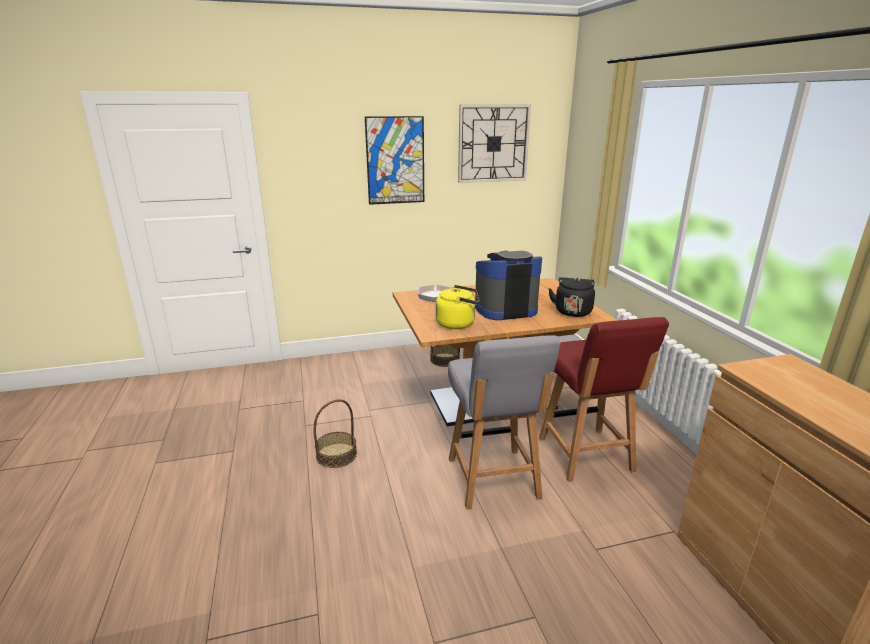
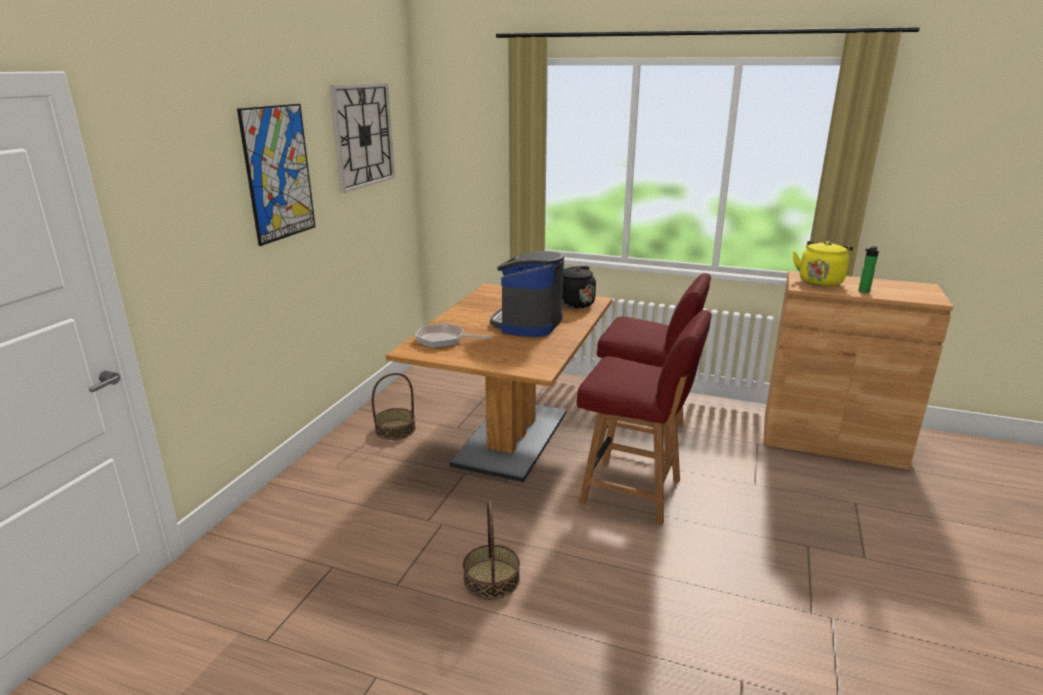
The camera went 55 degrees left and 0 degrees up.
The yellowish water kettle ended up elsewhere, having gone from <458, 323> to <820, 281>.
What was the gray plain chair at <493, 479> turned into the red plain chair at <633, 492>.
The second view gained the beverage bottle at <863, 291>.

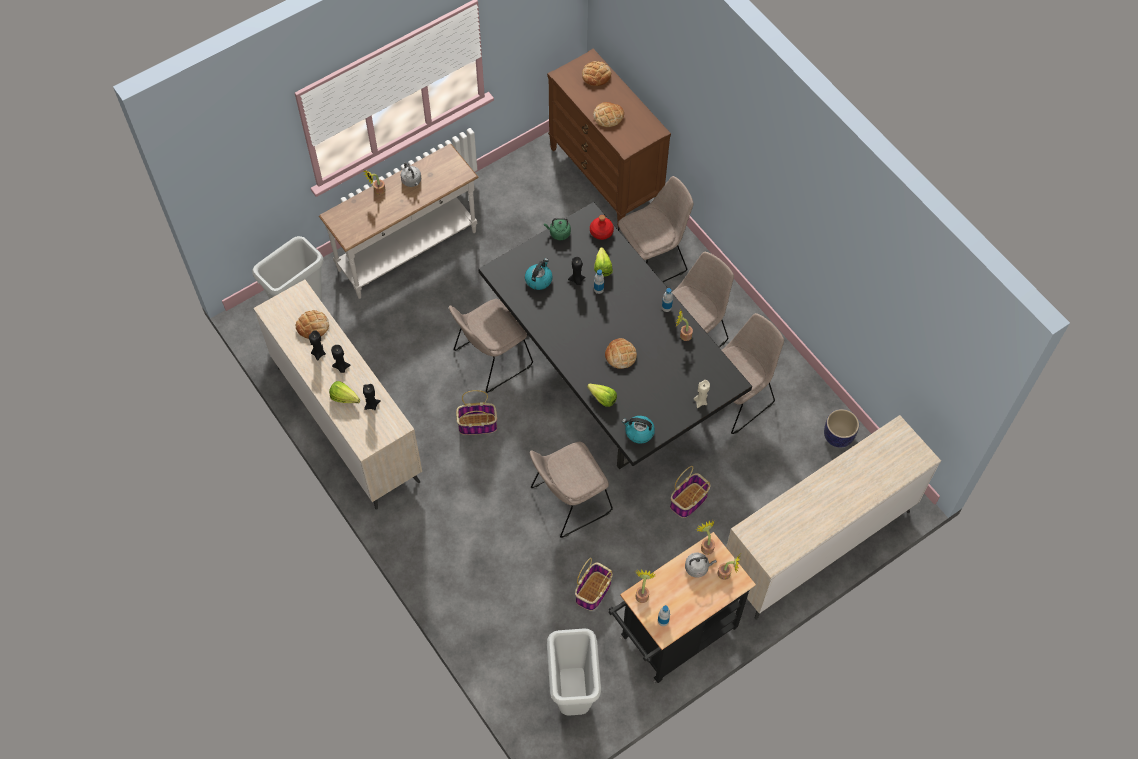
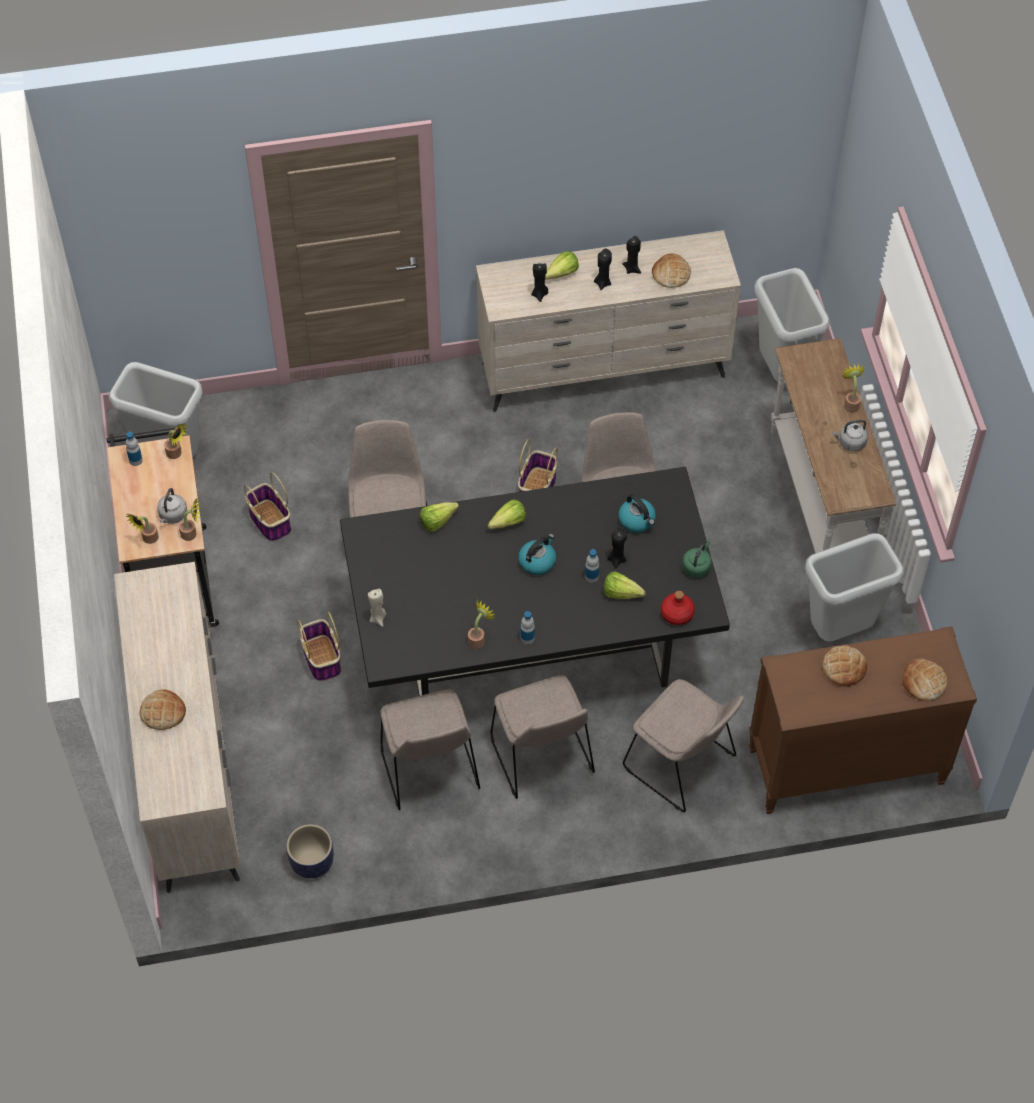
The camera went 115 degrees right and 5 degrees down.
The beige-coloured plain chair at <651, 260> ended up facing another way, 45 degrees counterclockwise from before.
The baked bread ended up elsewhere, having gone from <620, 355> to <163, 712>.
The water kettle ended up elsewhere, having gone from <638, 432> to <537, 561>.
The second view gained the lettuce head at <505, 524>.
The second view gained the gray trash can at <840, 631>.

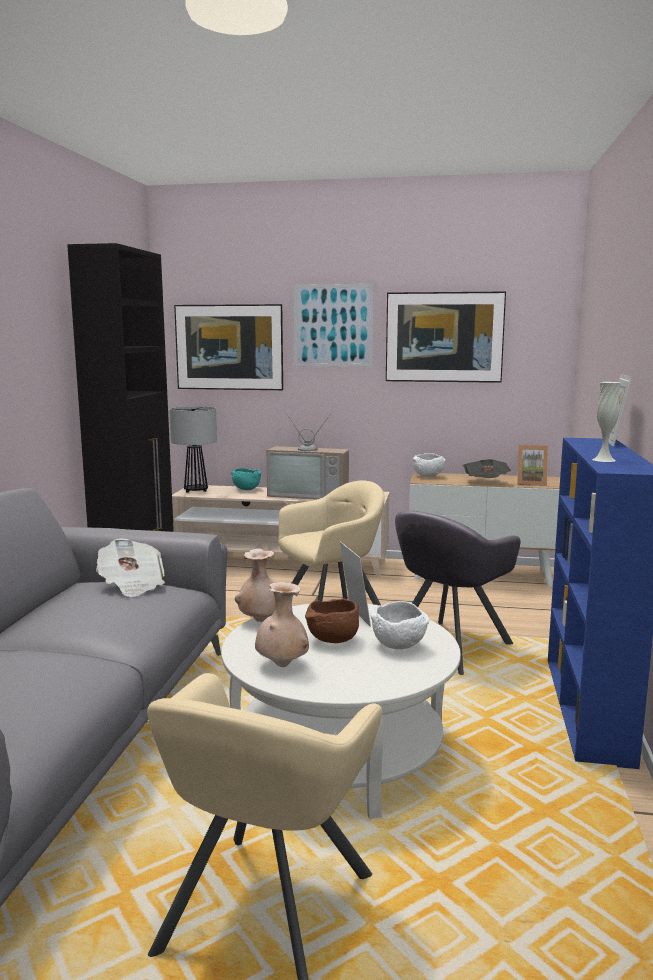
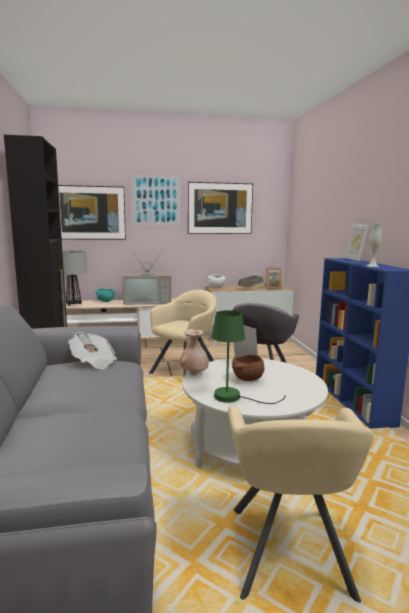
The camera went 20 degrees left and 0 degrees up.
Where the beige-coloured decorative vase stood at <282, 665>, the greenish tabletop lamp came to stand at <235, 397>.
The second view lost the white serving bowl at <399, 646>.

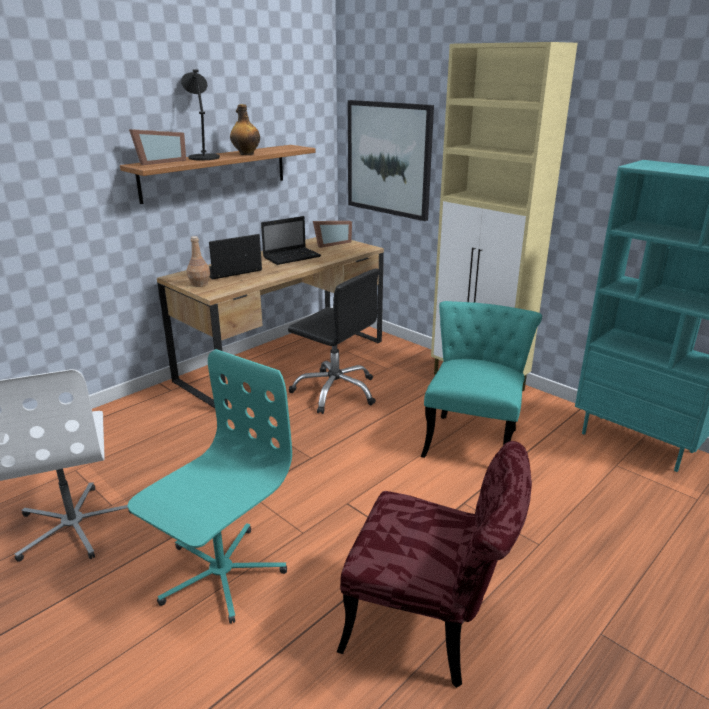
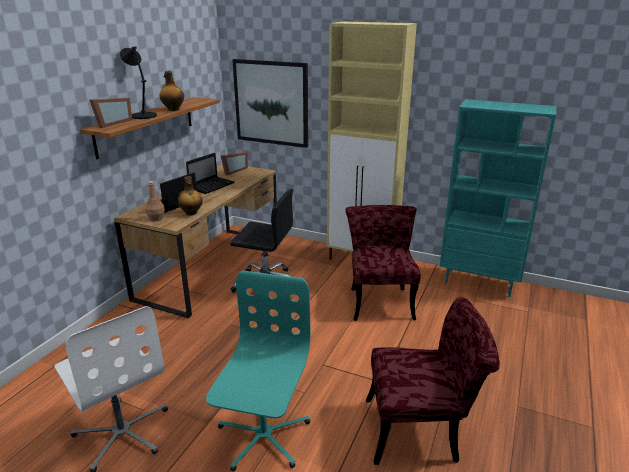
The camera went 20 degrees left and 0 degrees up.
What was the turquoise plain chair at <473, 437> turned into the red plain chair at <380, 299>.
The second view gained the beverage bottle at <191, 213>.

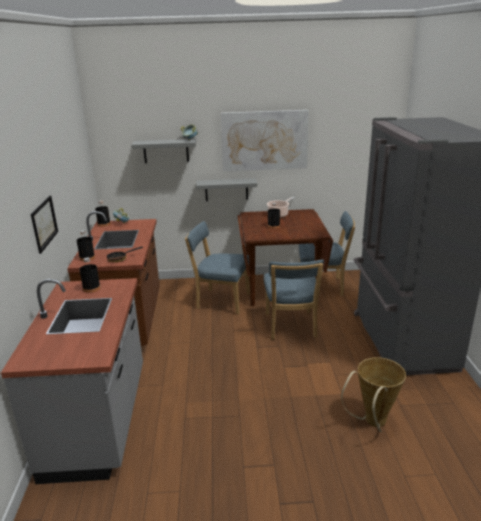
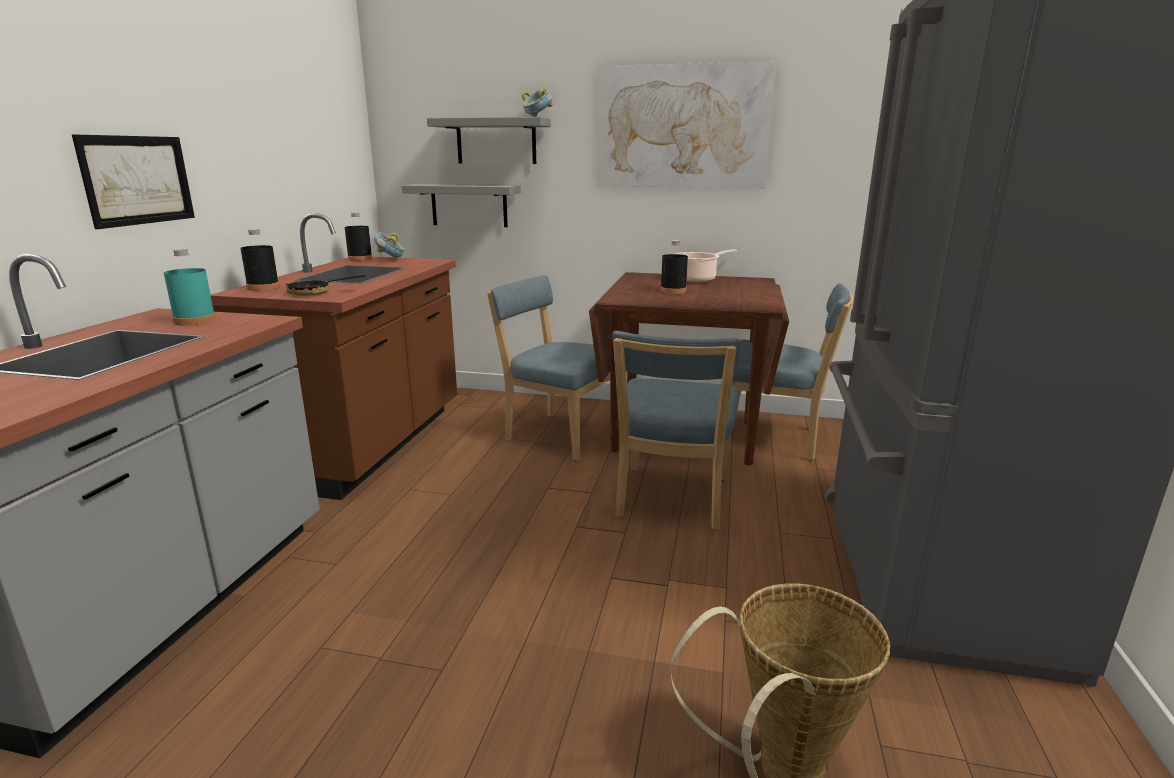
The camera went 15 degrees right and 5 degrees down.
The gray bracket shelf ended up elsewhere, having gone from <226, 189> to <469, 205>.
What was the black-coloured beverage bottle at <91, 288> turned into the turquoise beverage bottle at <195, 320>.

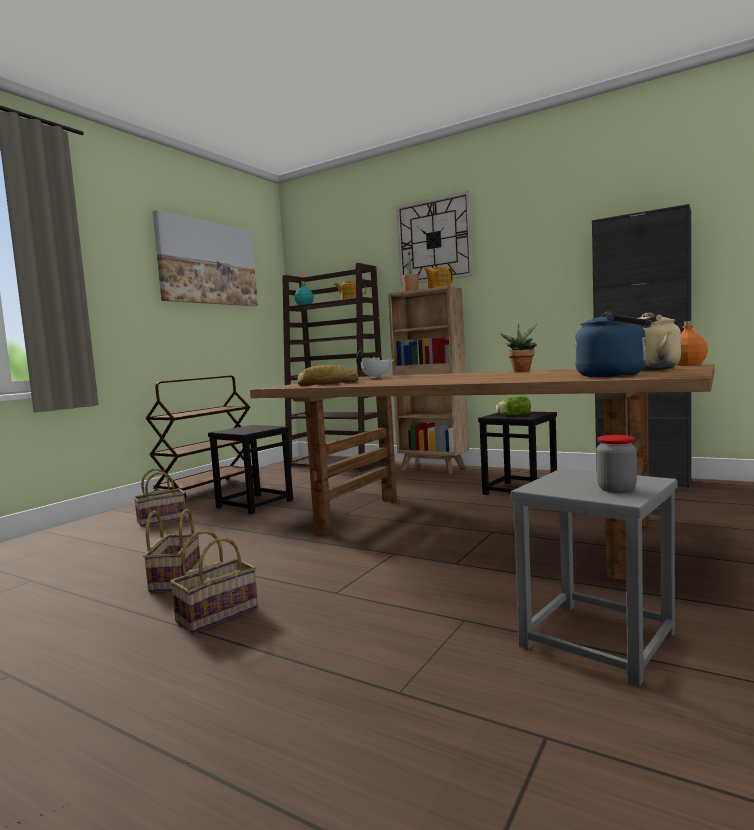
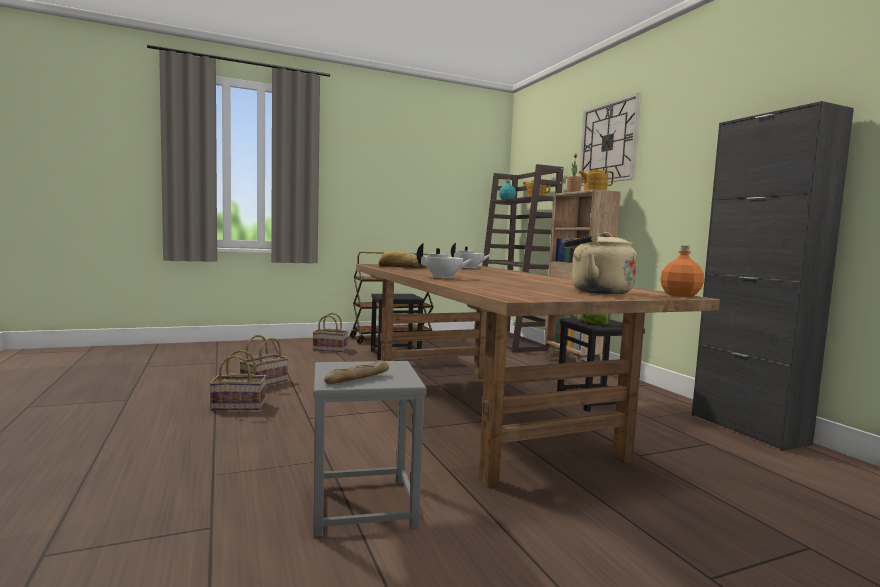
The camera went 35 degrees right and 0 degrees up.
The second view lost the wall picture at <207, 263>.
The second view lost the blue water kettle at <615, 376>.
The second view lost the houseplant at <521, 371>.
Where the storage jar stood at <616, 489>, the baked bread came to stand at <357, 379>.
The second view gained the white pot for tea at <443, 278>.

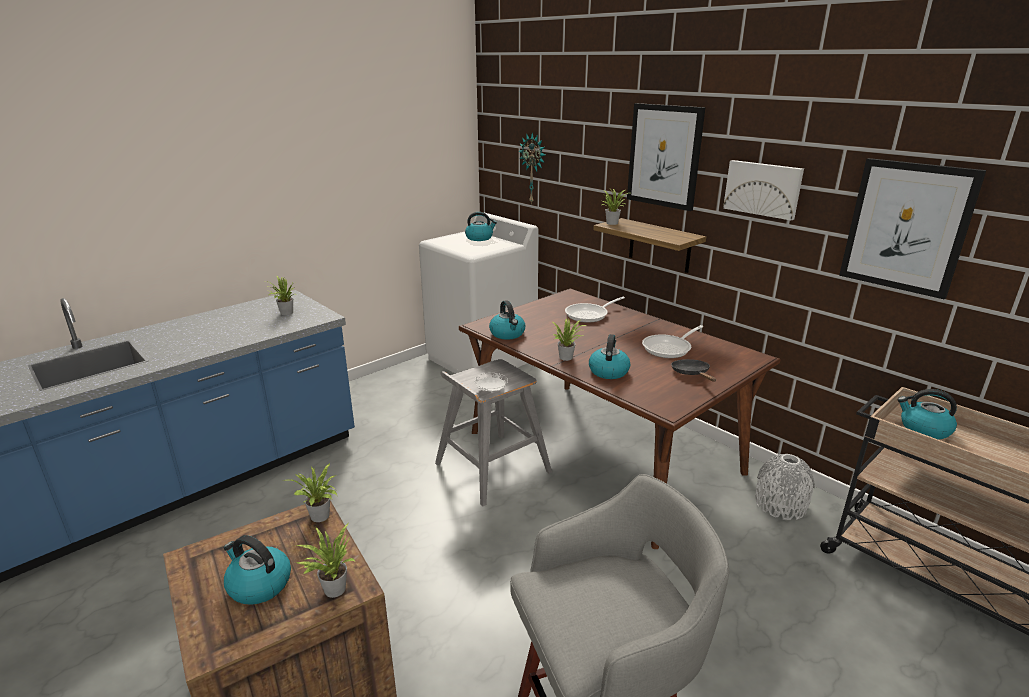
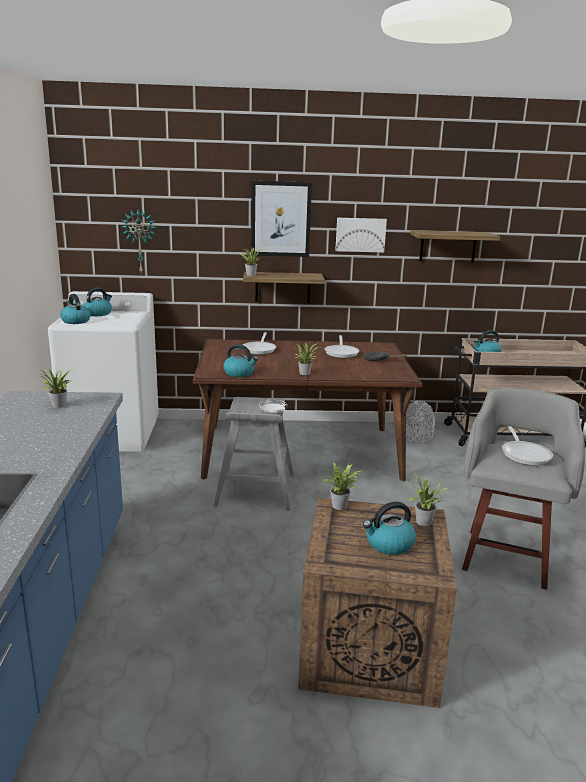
The camera went 50 degrees left and 5 degrees down.
Where the wall picture hung at <907, 227>, the bracket shelf came to hang at <448, 246>.
The water kettle ended up elsewhere, having gone from <608, 371> to <75, 321>.
The second view gained the frying pan at <524, 454>.

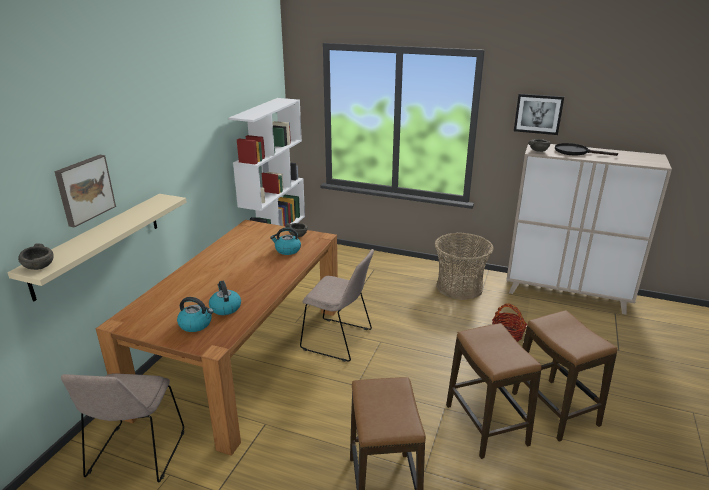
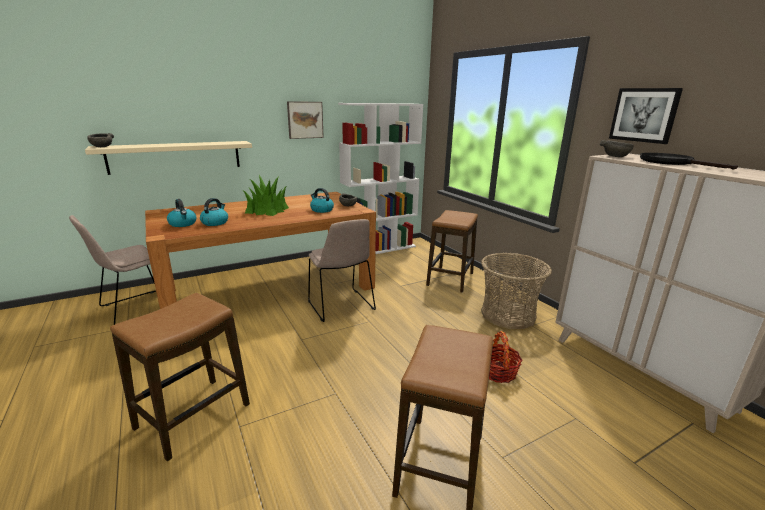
The camera went 40 degrees right and 5 degrees down.
The wall picture ended up elsewhere, having gone from <84, 189> to <305, 120>.
The stool seat ended up elsewhere, having gone from <486, 425> to <450, 279>.
The second view gained the houseplant at <267, 210>.

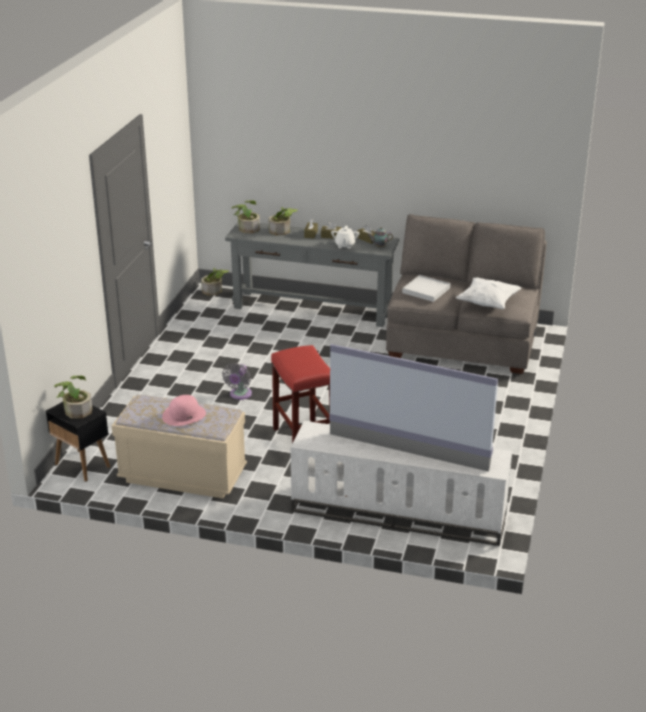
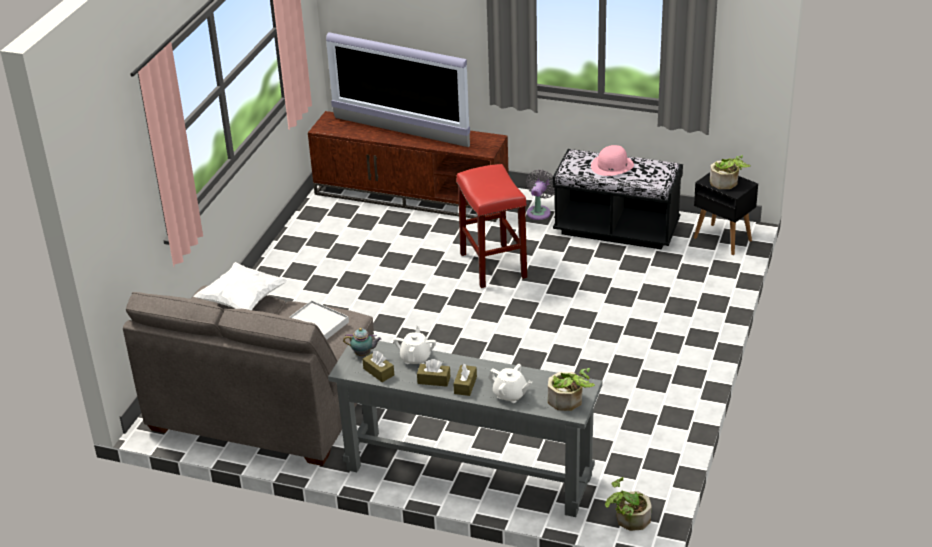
The camera went 175 degrees left and 5 degrees up.
Where the houseplant stood at <282, 230>, the white pot for tea came to stand at <510, 395>.
The gray fan ended up elsewhere, having gone from <239, 395> to <539, 211>.
What was the beige-coloured indoor bench at <182, 476> turned into the black-coloured indoor bench at <616, 229>.
What was the white media console at <396, 514> turned into the brown media console at <412, 196>.

